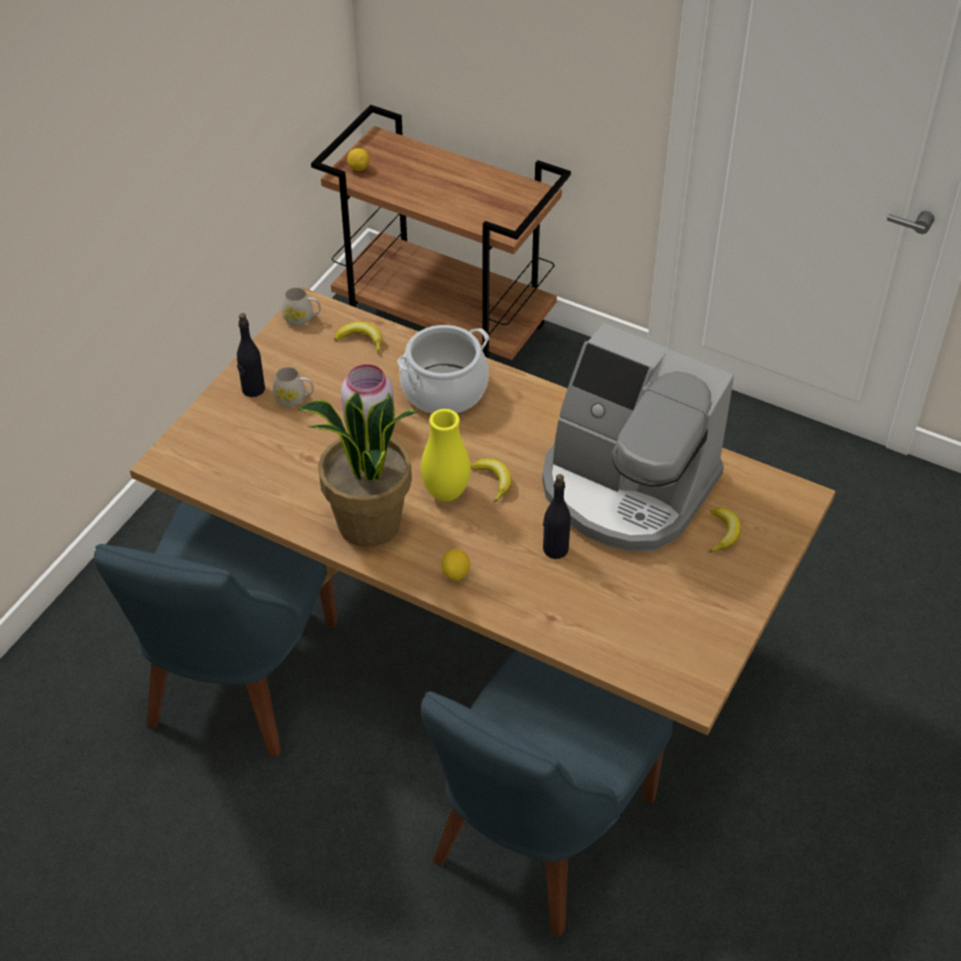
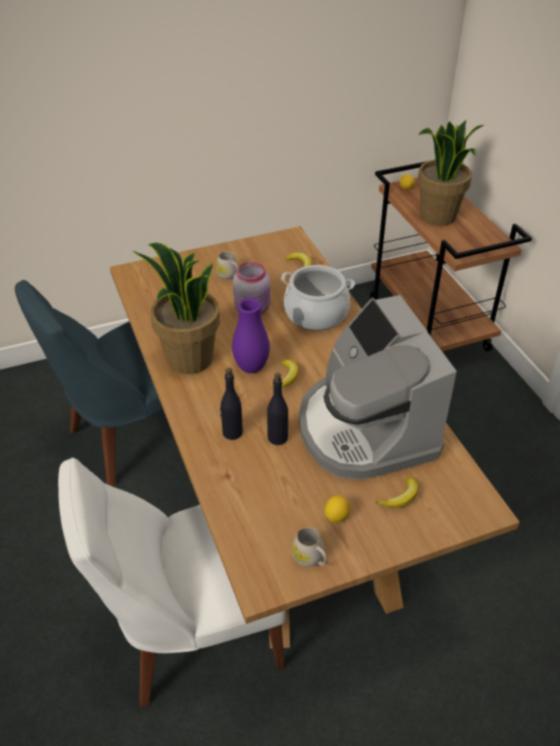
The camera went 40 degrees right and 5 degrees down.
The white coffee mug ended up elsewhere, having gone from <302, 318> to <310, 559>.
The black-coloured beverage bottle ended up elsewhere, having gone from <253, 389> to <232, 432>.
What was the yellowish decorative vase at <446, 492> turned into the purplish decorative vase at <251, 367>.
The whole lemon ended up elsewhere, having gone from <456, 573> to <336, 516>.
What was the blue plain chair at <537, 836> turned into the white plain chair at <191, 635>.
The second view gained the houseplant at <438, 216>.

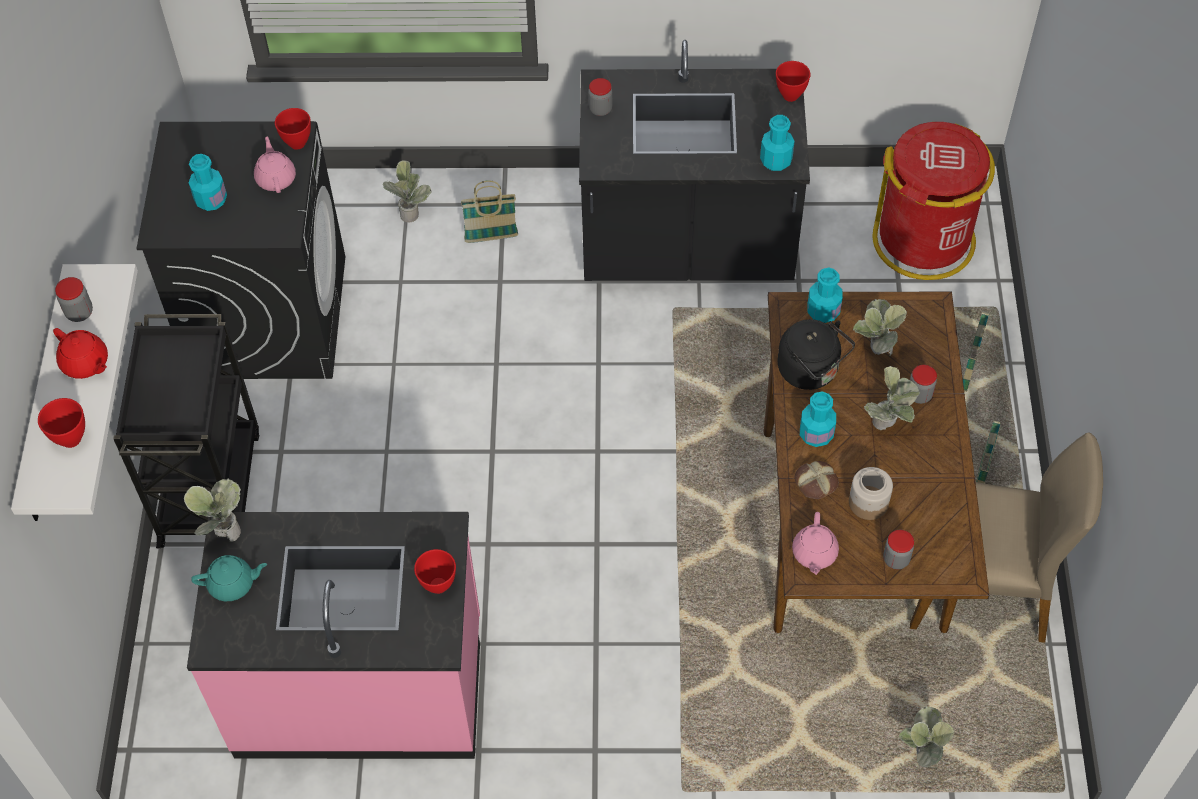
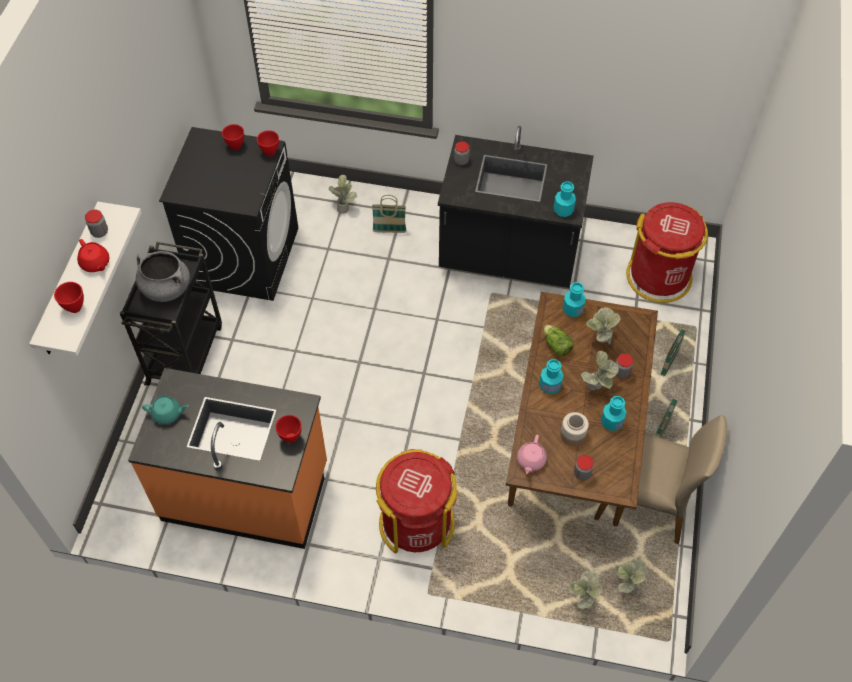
The camera went 10 degrees right and 0 degrees up.
The red serving bowl ended up elsewhere, having gone from <791, 95> to <236, 146>.
The second view lost the pink pot for tea at <276, 178>.
The turquoise beverage bottle ended up elsewhere, having gone from <211, 199> to <611, 422>.
Where the black-coloured water kettle stood at <811, 371>, the lettuce head came to stand at <556, 346>.
The second view lost the baked bread at <816, 483>.
The houseplant ended up elsewhere, having gone from <222, 531> to <626, 586>.
What was the pink kitchen base unit at <360, 686> turned into the orange kitchen base unit at <246, 491>.
The second view gained the gray stockpot at <166, 288>.
The second view gained the red trash can at <416, 522>.

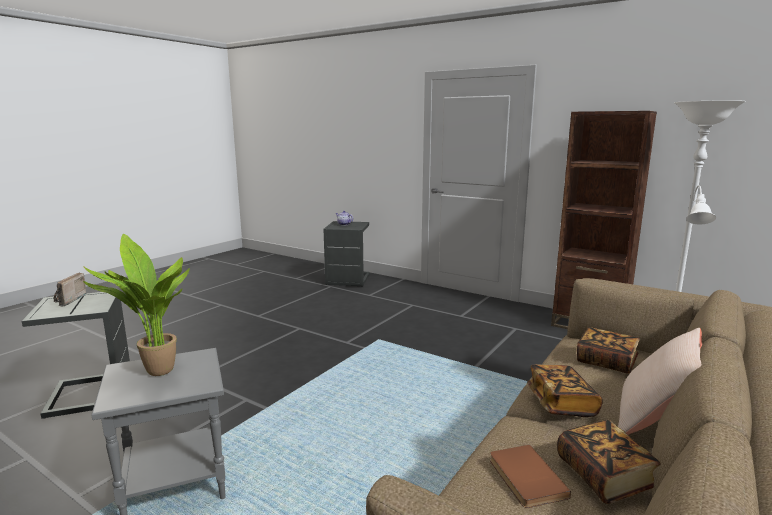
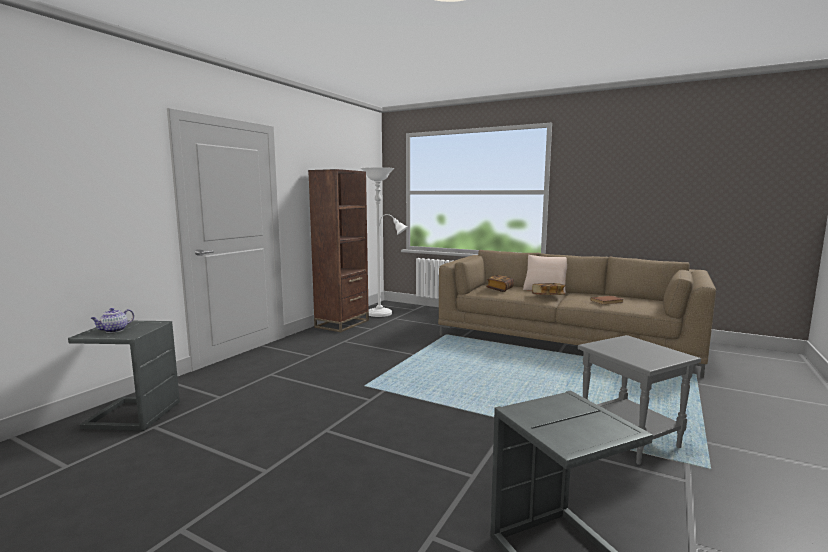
The camera went 95 degrees left and 5 degrees down.
The second view lost the houseplant at <155, 372>.
The second view lost the radio receiver at <67, 301>.
The second view lost the volume at <604, 476>.

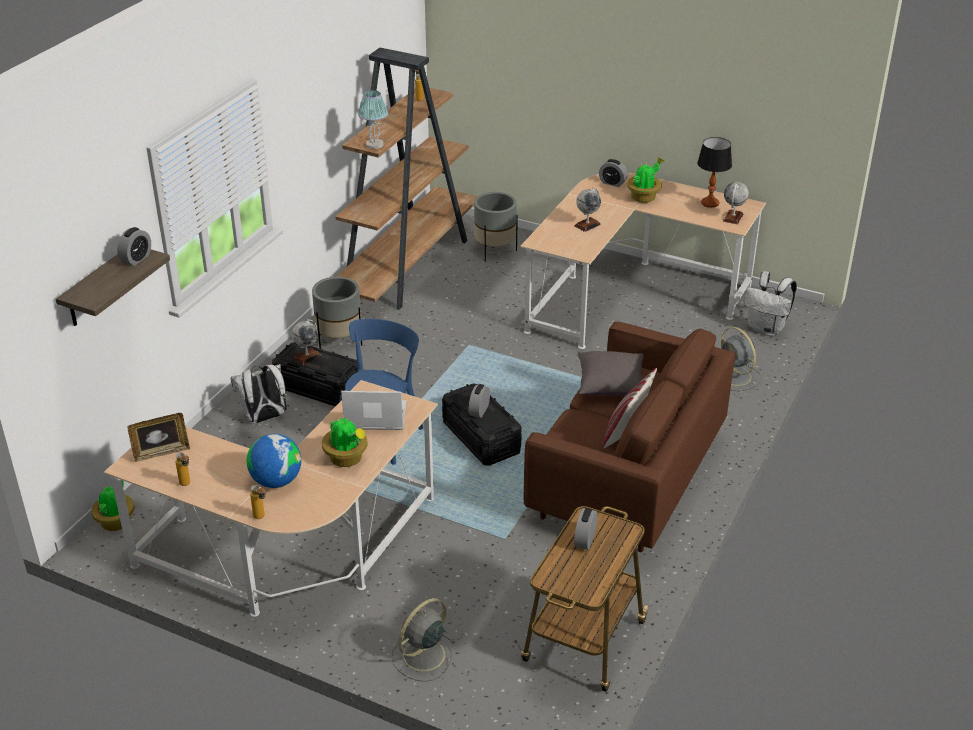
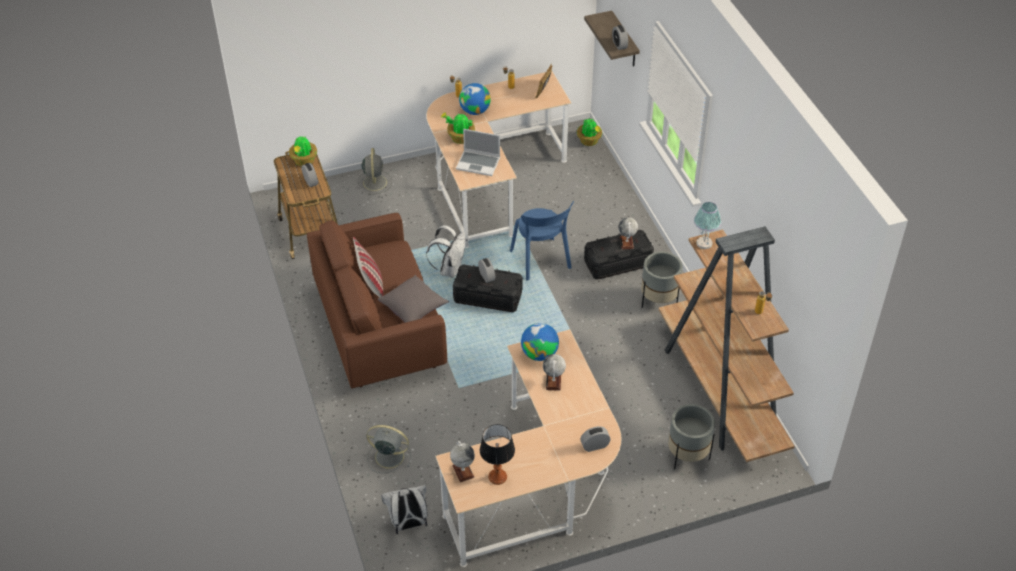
The camera went 135 degrees right and 10 degrees up.
The houseplant ended up elsewhere, having gone from <644, 197> to <304, 161>.
The white backpack ended up elsewhere, having gone from <264, 418> to <450, 269>.
The laptop at <374, 417> ended up facing another way, 60 degrees clockwise from before.
The second view gained the globe at <539, 354>.

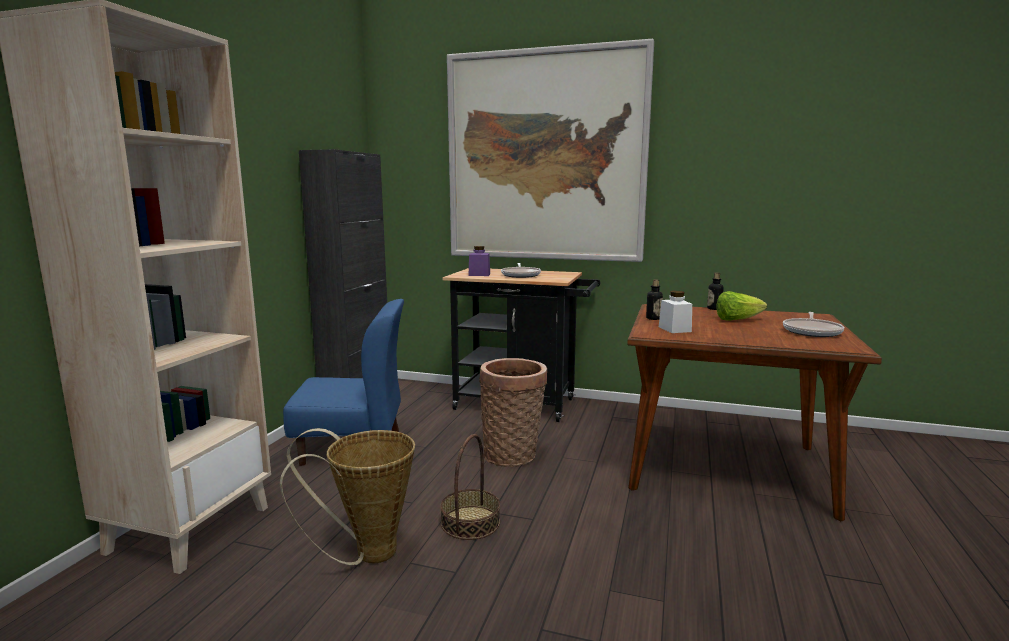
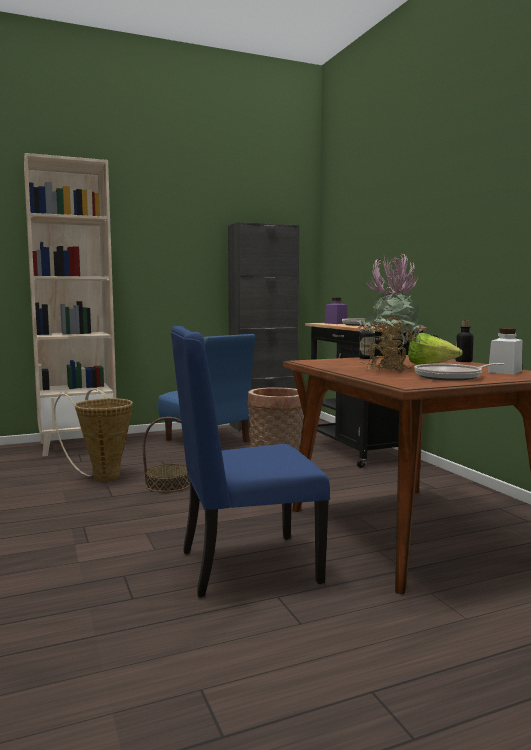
The camera went 50 degrees right and 5 degrees down.
The second view lost the wall picture at <545, 157>.
The white storage jar ended up elsewhere, having gone from <674, 329> to <505, 371>.
The second view gained the houseplant at <388, 370>.
The second view gained the blue plain chair at <245, 566>.

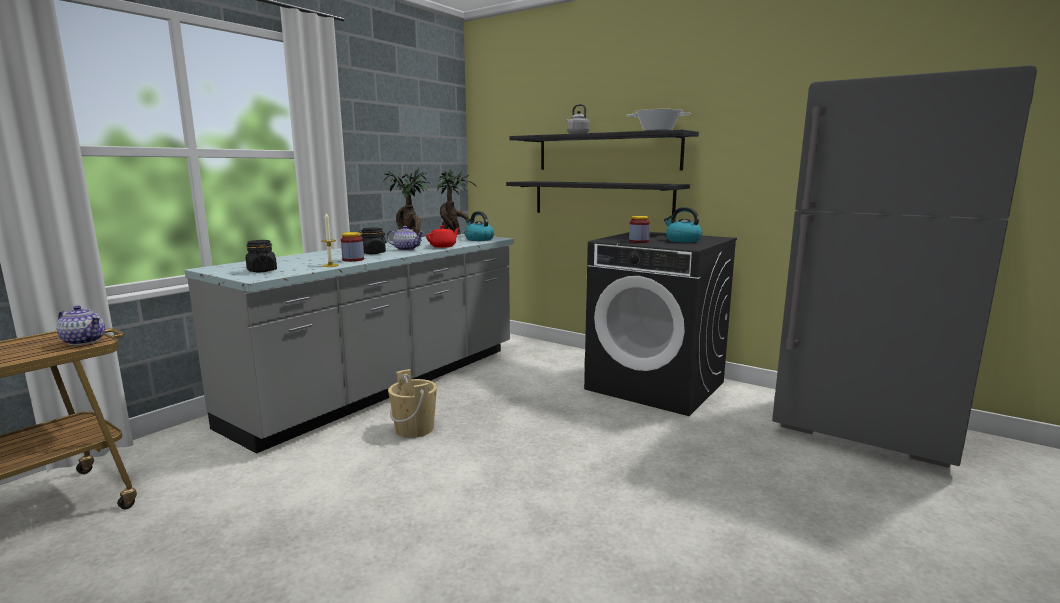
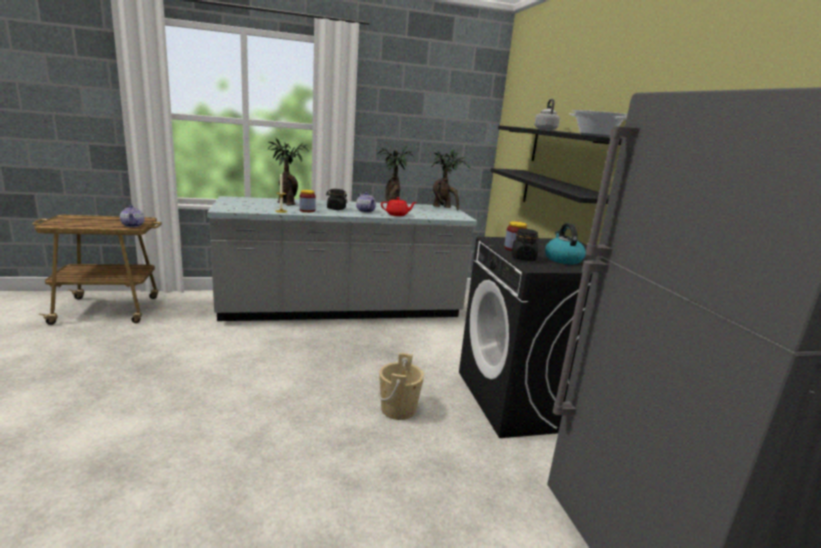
The camera went 40 degrees right and 5 degrees up.
The second view lost the water kettle at <478, 239>.
The black-coloured storage jar ended up elsewhere, having gone from <262, 271> to <523, 258>.
The beige-coloured bucket ended up elsewhere, having gone from <414, 429> to <398, 409>.
The second view gained the houseplant at <286, 203>.

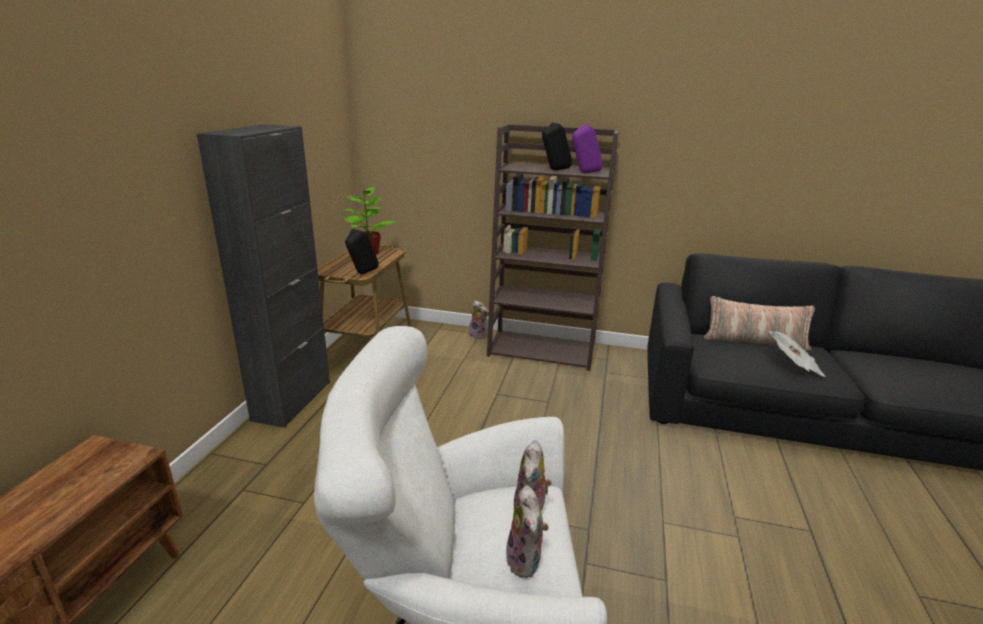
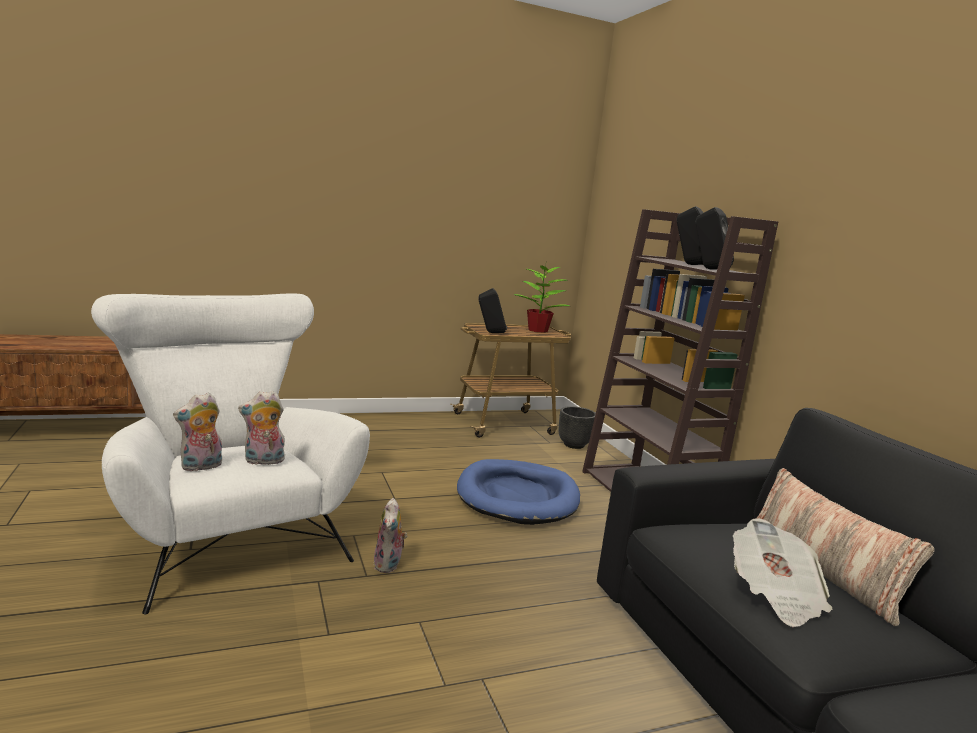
The camera went 55 degrees right and 10 degrees down.
The second view lost the black-coloured cupboard at <292, 400>.
What was the purplish loudspeaker at <584, 173> turned into the black-coloured loudspeaker at <708, 269>.
The soft toy ended up elsewhere, having gone from <478, 335> to <389, 565>.
The second view gained the black-coloured plant pot at <574, 445>.
The second view gained the blue dog cushion at <517, 496>.

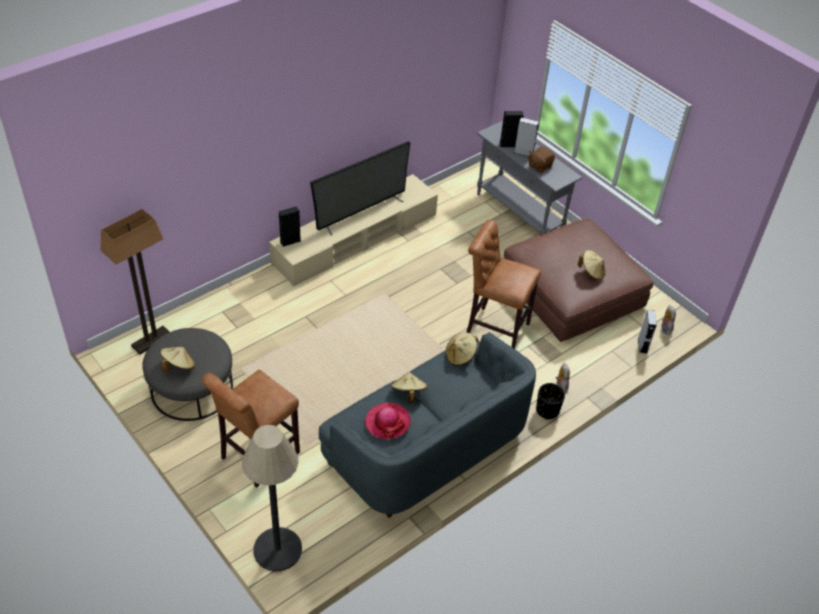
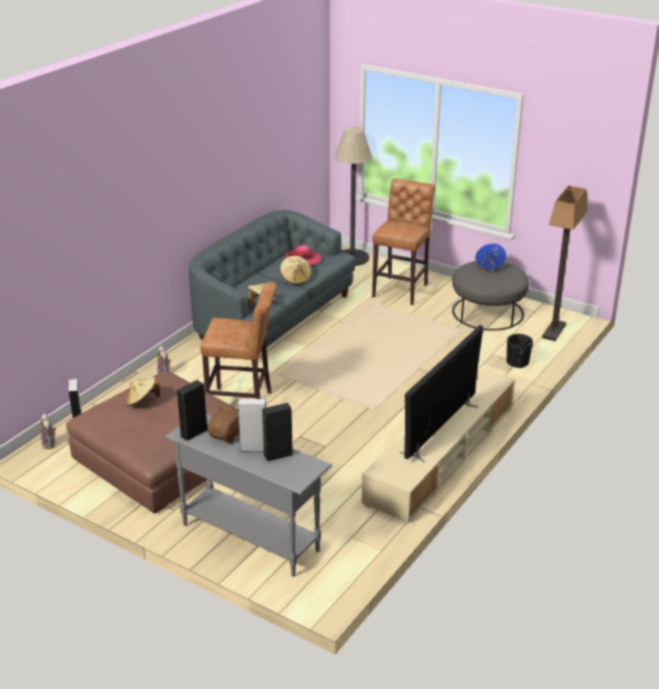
The camera went 165 degrees right and 15 degrees down.
The black-coloured loudspeaker ended up elsewhere, having gone from <290, 241> to <194, 433>.
What was the beige-coloured hat at <178, 366> turned into the blue hat at <490, 266>.
The black-coloured plant pot ended up elsewhere, having gone from <547, 410> to <517, 362>.

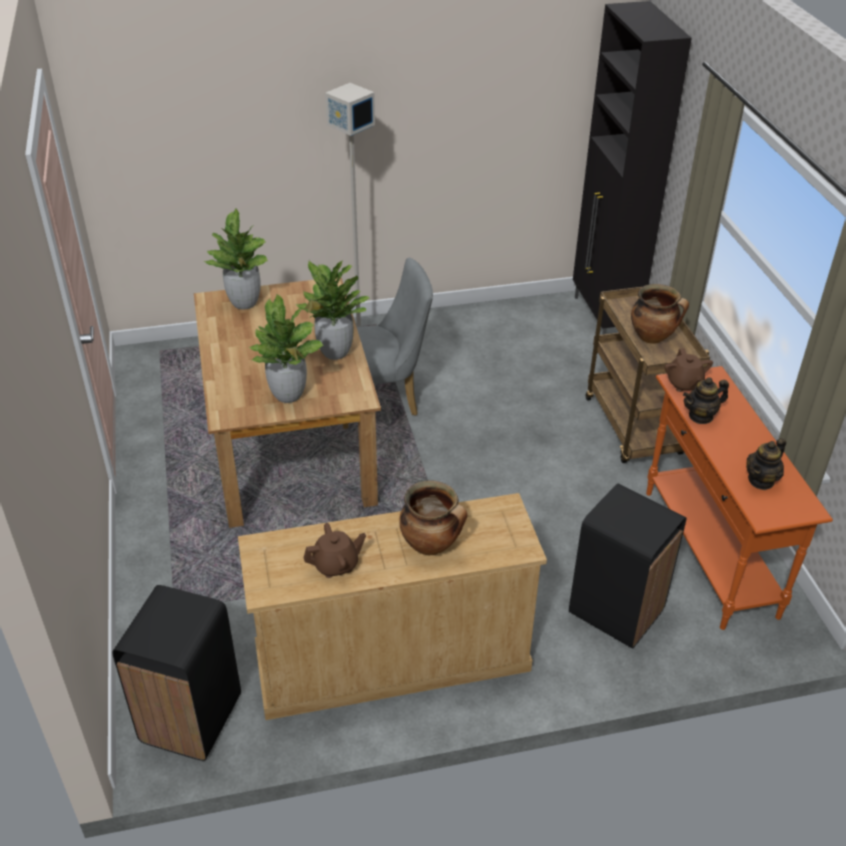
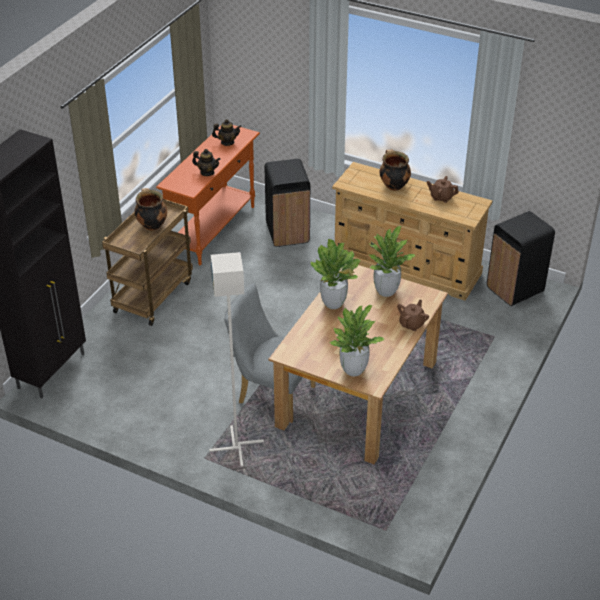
The camera went 140 degrees left and 0 degrees up.
The brown pot for tea ended up elsewhere, having gone from <684, 384> to <412, 324>.

